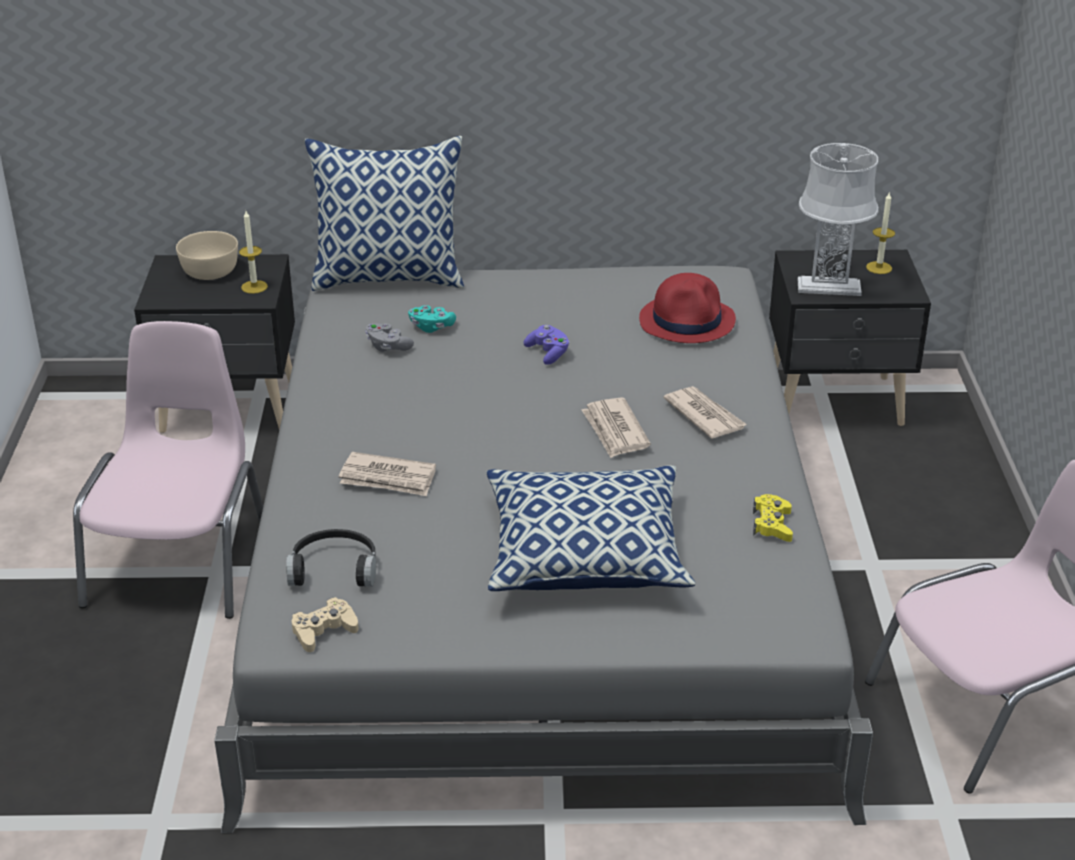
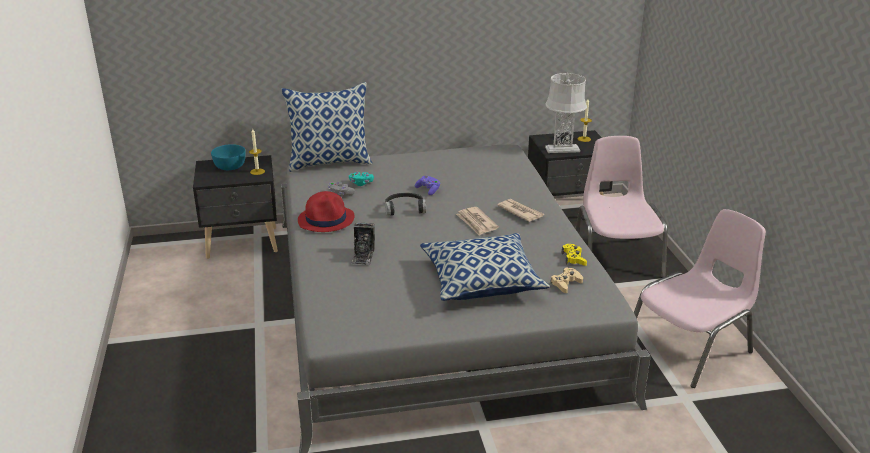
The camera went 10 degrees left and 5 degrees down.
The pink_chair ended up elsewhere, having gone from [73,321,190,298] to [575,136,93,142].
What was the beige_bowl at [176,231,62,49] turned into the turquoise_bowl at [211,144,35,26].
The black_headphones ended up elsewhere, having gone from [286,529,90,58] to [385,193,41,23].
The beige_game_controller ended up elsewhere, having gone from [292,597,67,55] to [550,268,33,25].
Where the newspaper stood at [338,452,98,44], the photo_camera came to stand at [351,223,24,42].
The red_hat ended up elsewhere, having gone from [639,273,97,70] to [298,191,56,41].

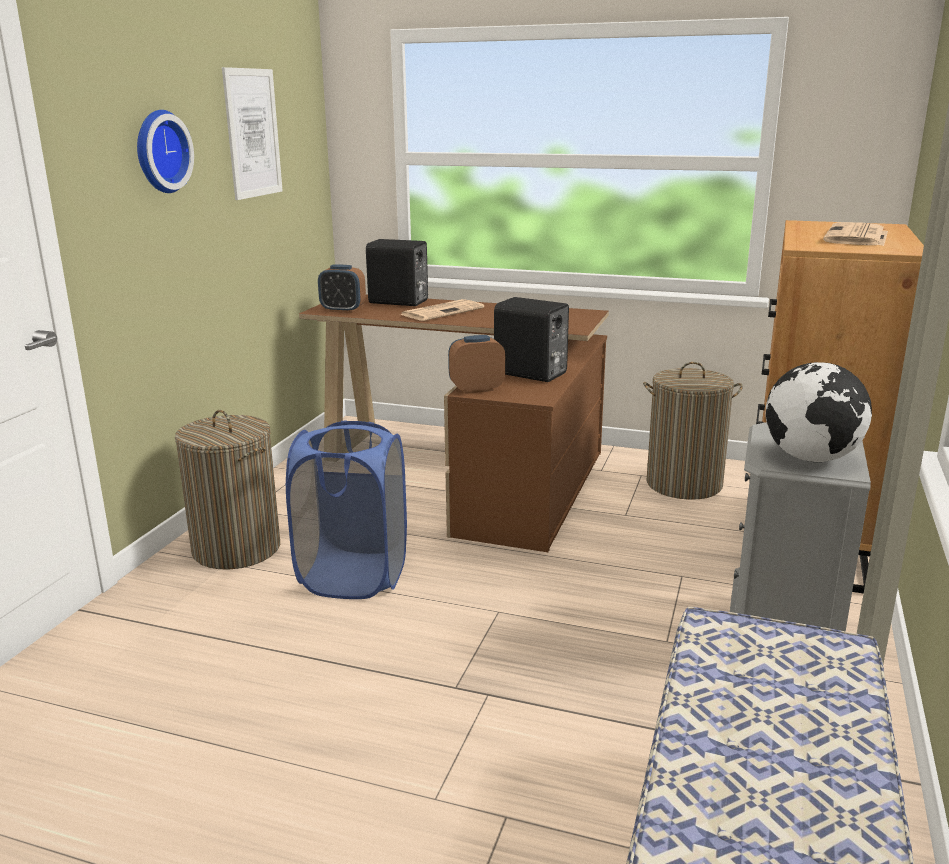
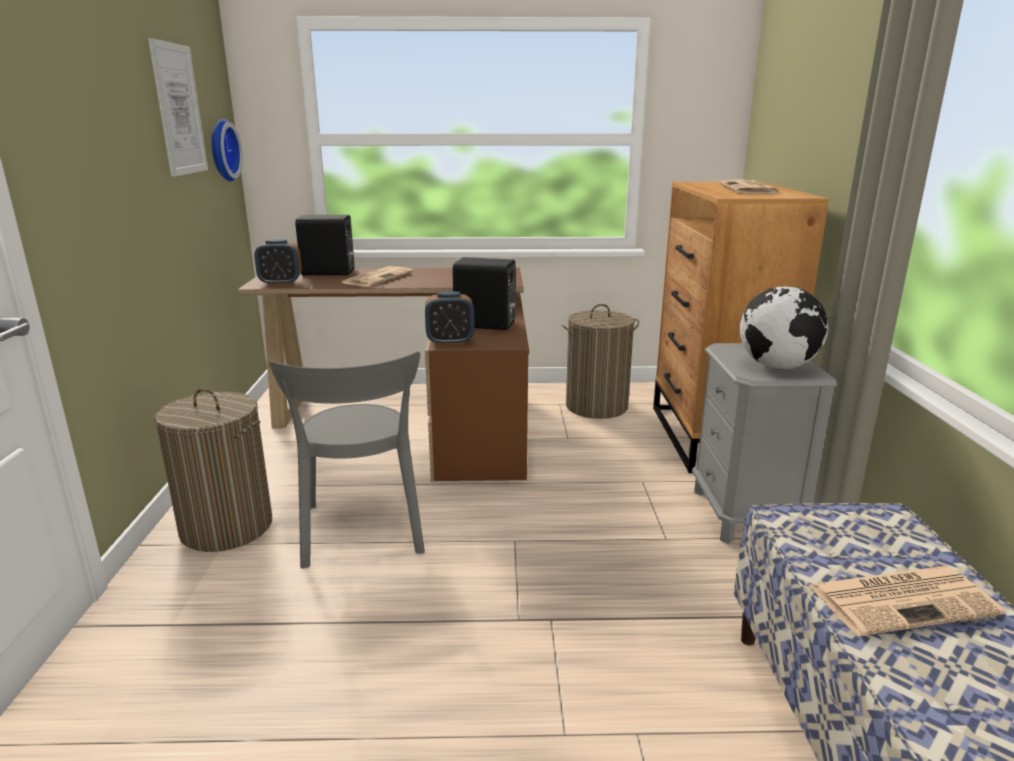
The camera went 20 degrees left and 0 degrees up.
The wall_clock ended up elsewhere, having gone from [137,110,57,83] to [212,119,31,62].
Where the blue_laundry_basket stood at [286,420,121,179], the grey_chair came to stand at [269,351,156,218].
The alarm_clock at [448,335,57,59] ended up facing another way, 150 degrees counterclockwise from before.
The second view gained the newspaper at [809,566,195,70].

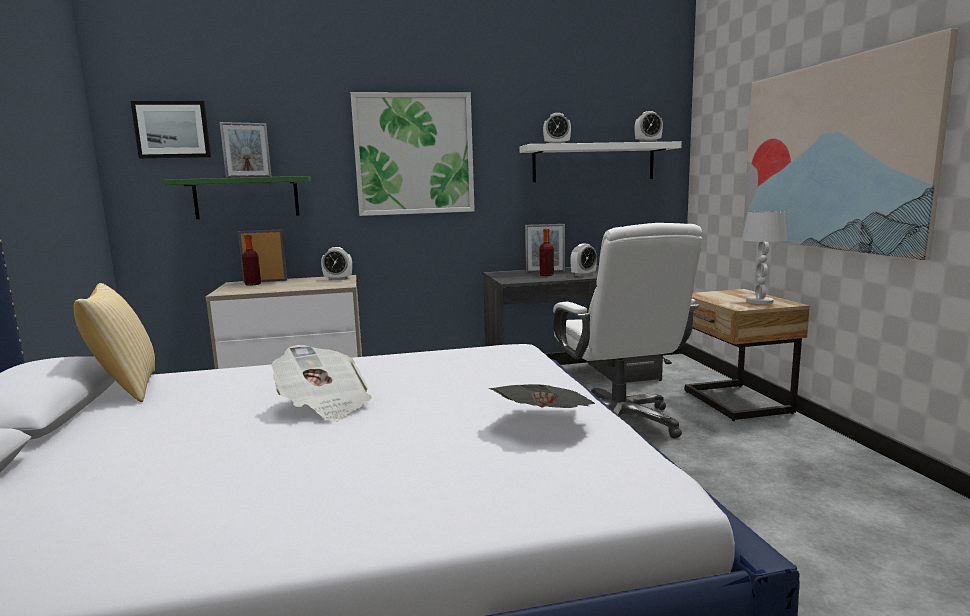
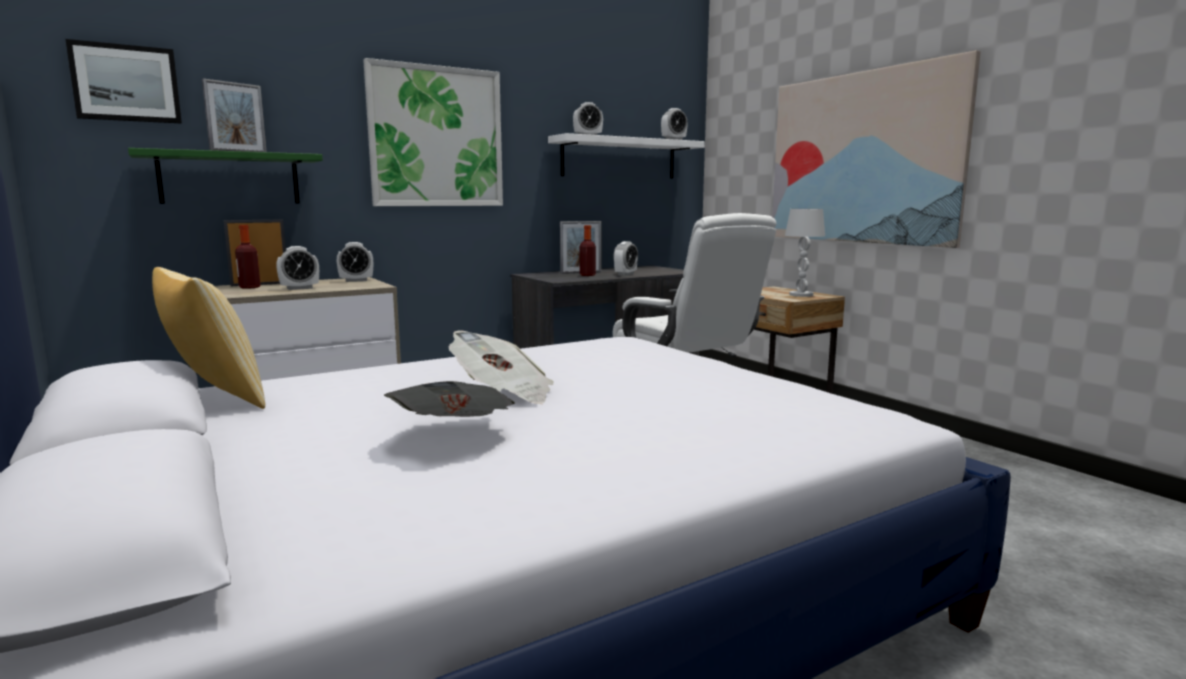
The camera went 20 degrees left and 0 degrees up.
The newspaper ended up elsewhere, having gone from [488,384,106,24] to [384,381,131,36].
The second view gained the alarm_clock at [276,246,43,44].

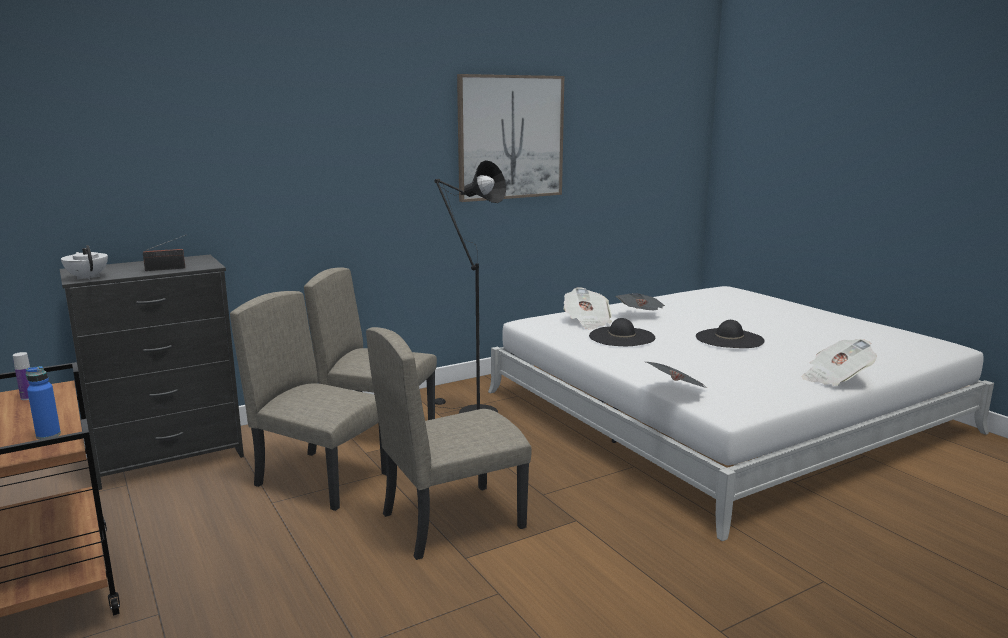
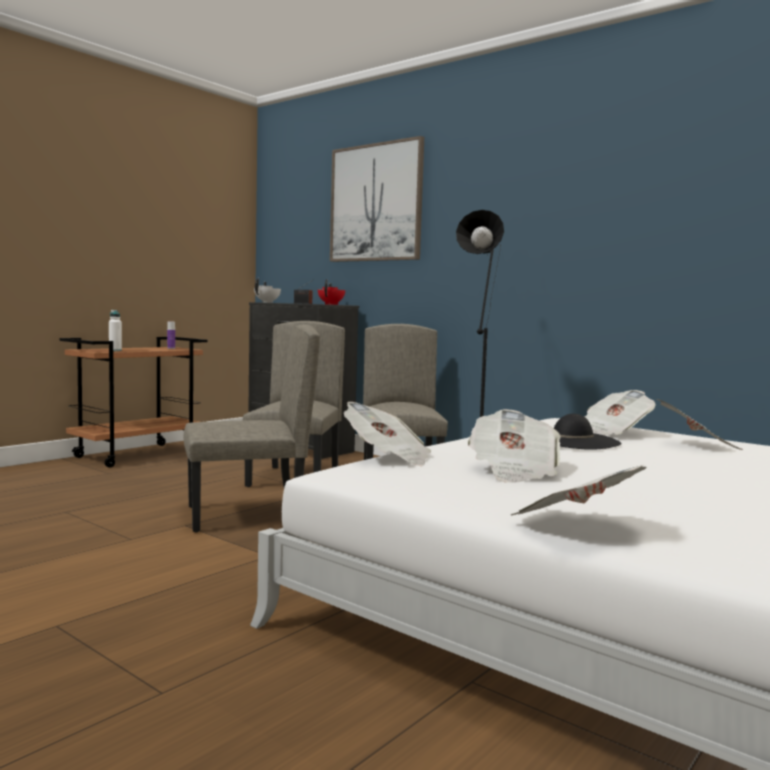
The camera went 70 degrees right and 10 degrees down.
What was the blue_bottle at [26,366,35,74] turned into the white_bottle at [109,310,13,41].
The beige_chair at [366,327,166,233] ended up facing another way, 120 degrees clockwise from before.
The picture ended up elsewhere, having gone from [457,74,107,128] to [330,136,94,126].
The second view lost the black_hat at [696,320,69,28].
The second view gained the red_teapot at [318,279,27,26].
The second view gained the newspaper at [468,409,93,74].

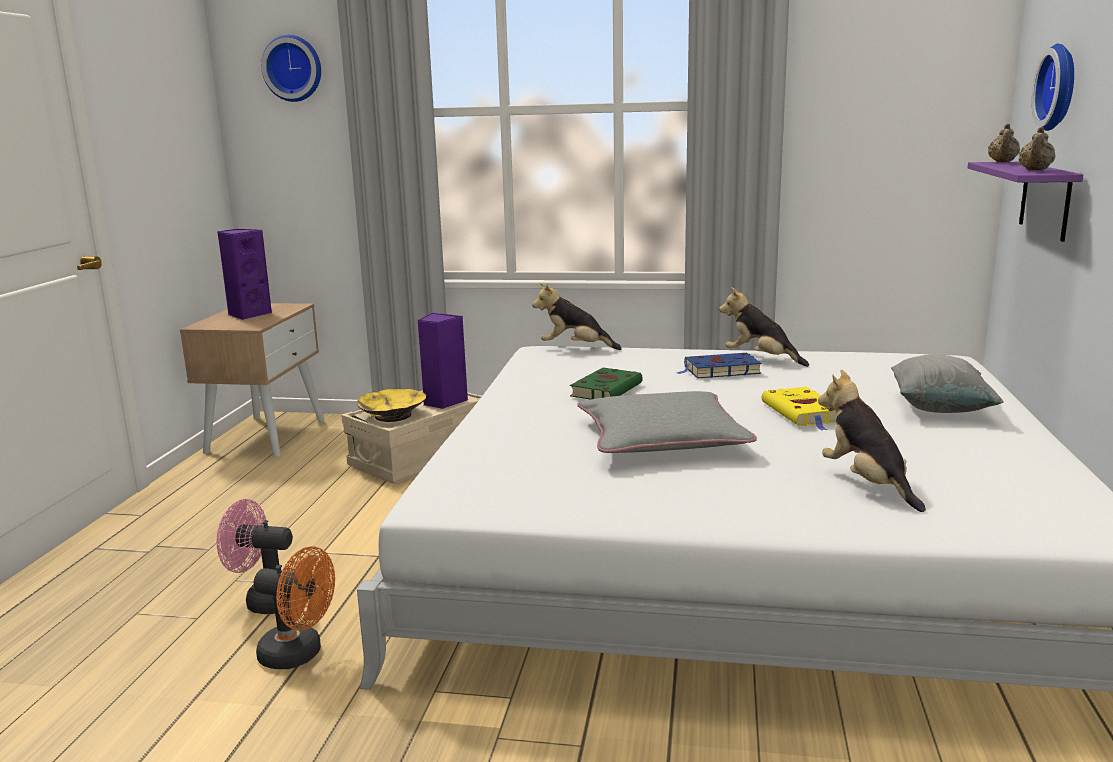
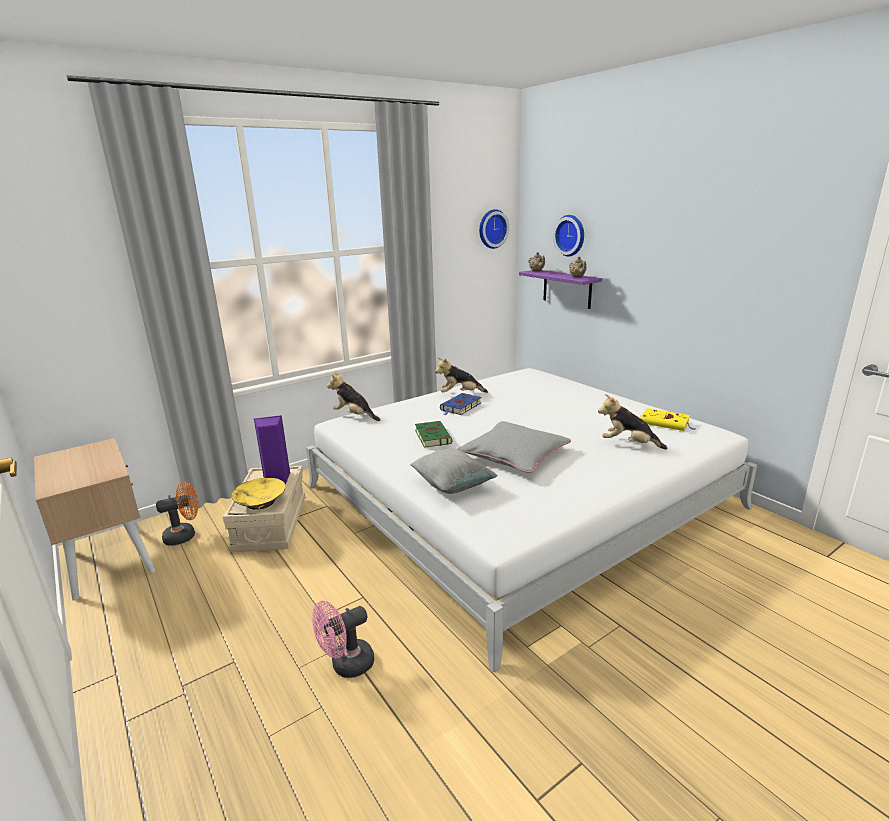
The camera went 45 degrees left and 5 degrees up.
The second view lost the purple_speaker at [217,229,55,91].
The orange_fan ended up elsewhere, having gone from [254,546,81,123] to [156,481,42,65].
The wall_clock ended up elsewhere, having gone from [261,35,60,67] to [479,209,30,40].
The plush_toy at [532,283,90,67] ended up facing another way, 60 degrees clockwise from before.
The yellow_book ended up elsewhere, having gone from [762,387,75,44] to [641,408,54,23].
The grey_pillow ended up elsewhere, having gone from [891,354,113,59] to [410,449,88,45].

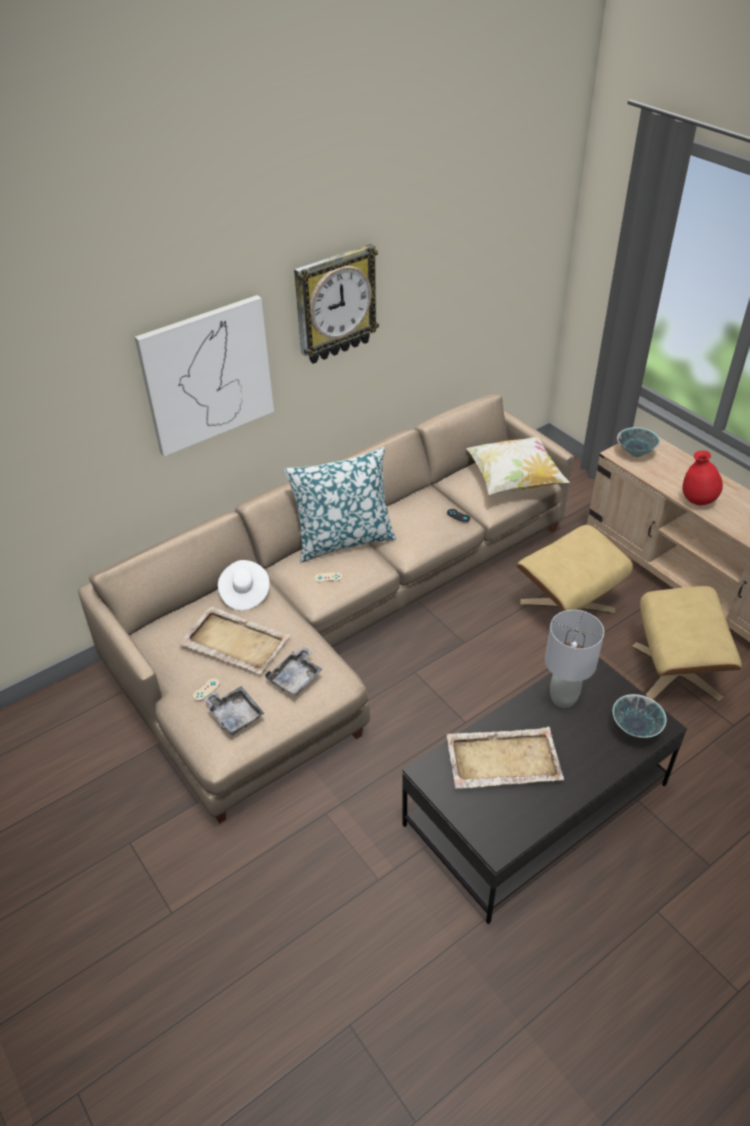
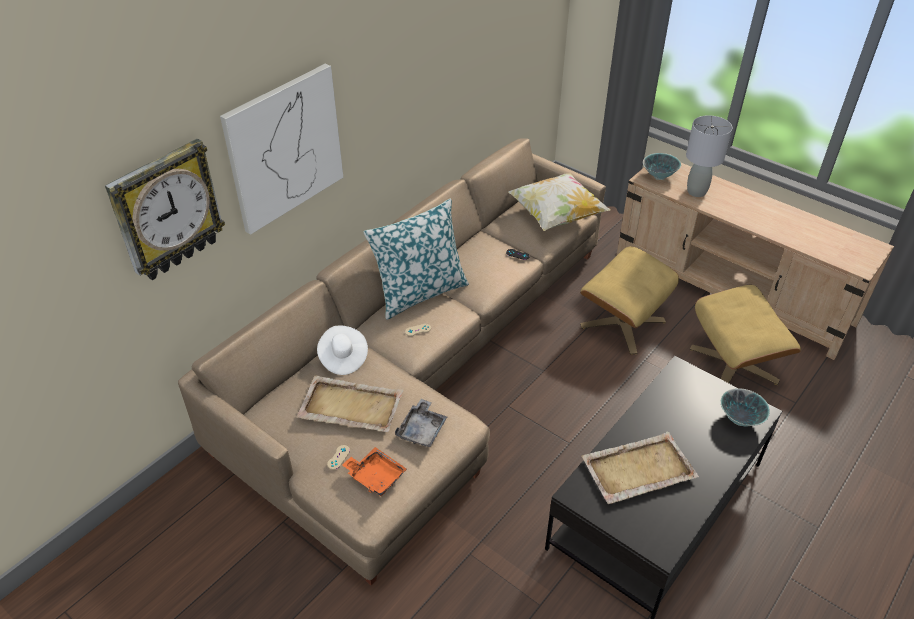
The camera went 15 degrees left and 0 degrees up.
What was the grey_tray at [204,686,61,49] turned into the orange_tray at [342,447,65,49].
The wall_clock ended up elsewhere, having gone from [294,244,85,120] to [105,139,120,141].
The grey_table_lamp ended up elsewhere, having gone from [545,610,59,98] to [686,115,46,82].
The second view lost the red_vase at [682,450,41,55].

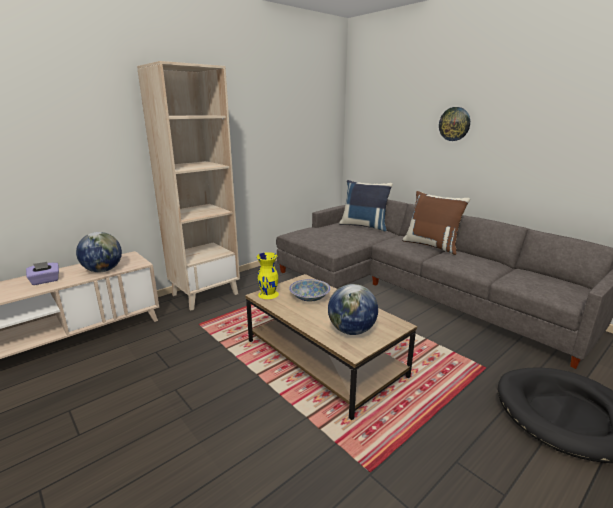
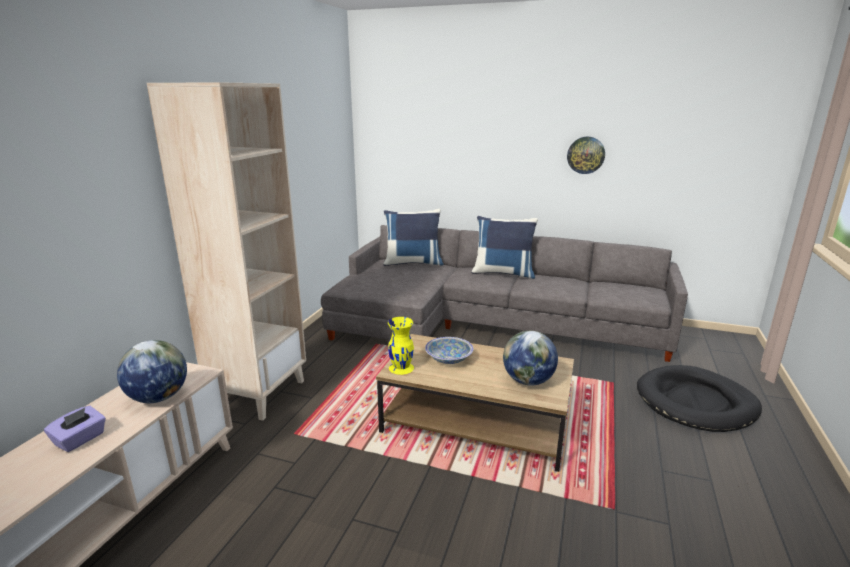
The camera went 30 degrees left and 0 degrees up.
What was the brown_pillow at [402,191,68,64] turned into the blue_pillow at [471,216,67,63].
The wall_clock ended up elsewhere, having gone from [439,107,31,34] to [567,137,38,37].

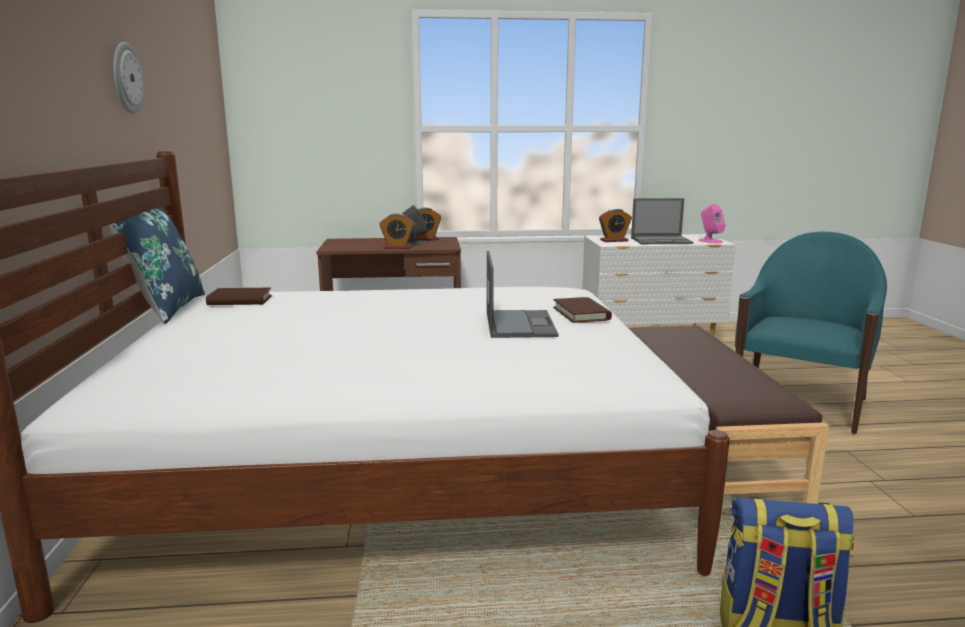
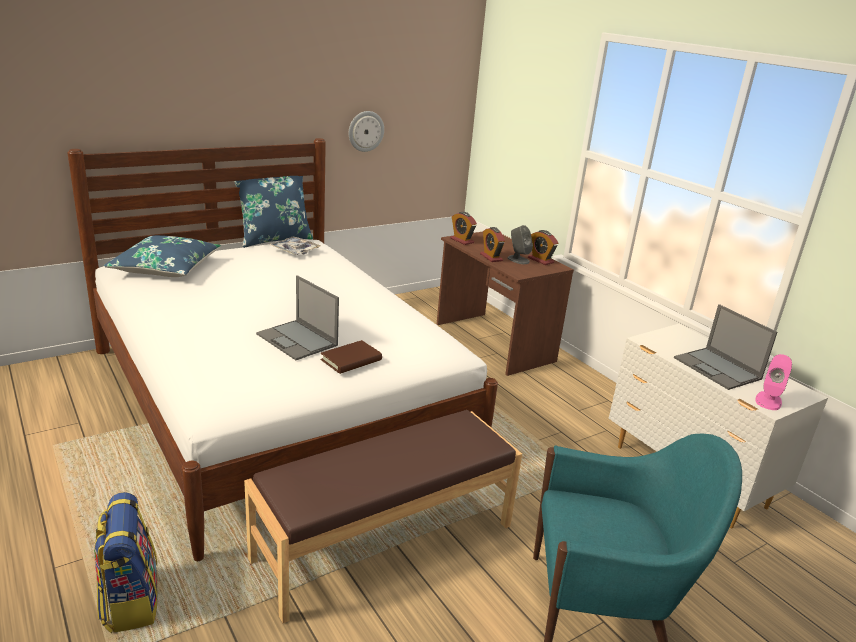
The camera went 60 degrees right and 10 degrees up.
The wall_clock ended up elsewhere, having gone from [113,42,31,72] to [349,111,35,41].
Where the brown_book stood at [206,288,66,17], the tray came to stand at [269,236,51,19].
The laptop at [487,251,72,87] ended up facing another way, 75 degrees clockwise from before.
The alarm_clock ended up elsewhere, having gone from [599,209,33,33] to [450,212,27,33].
The second view gained the blue_pillow at [104,235,117,42].

